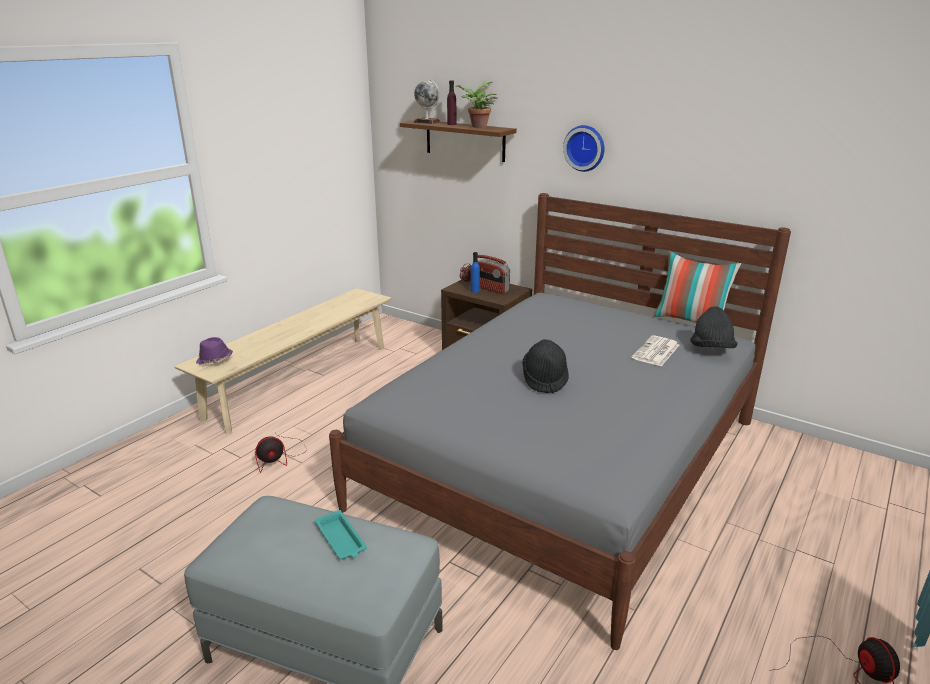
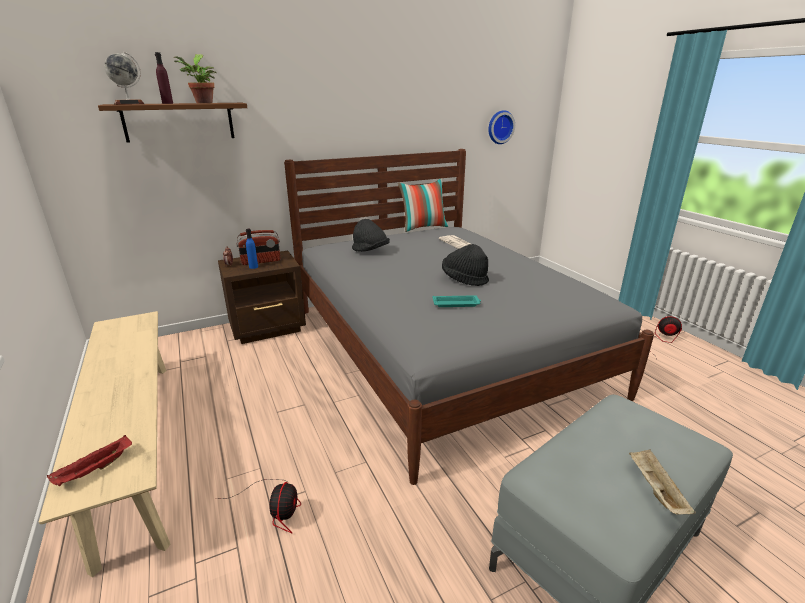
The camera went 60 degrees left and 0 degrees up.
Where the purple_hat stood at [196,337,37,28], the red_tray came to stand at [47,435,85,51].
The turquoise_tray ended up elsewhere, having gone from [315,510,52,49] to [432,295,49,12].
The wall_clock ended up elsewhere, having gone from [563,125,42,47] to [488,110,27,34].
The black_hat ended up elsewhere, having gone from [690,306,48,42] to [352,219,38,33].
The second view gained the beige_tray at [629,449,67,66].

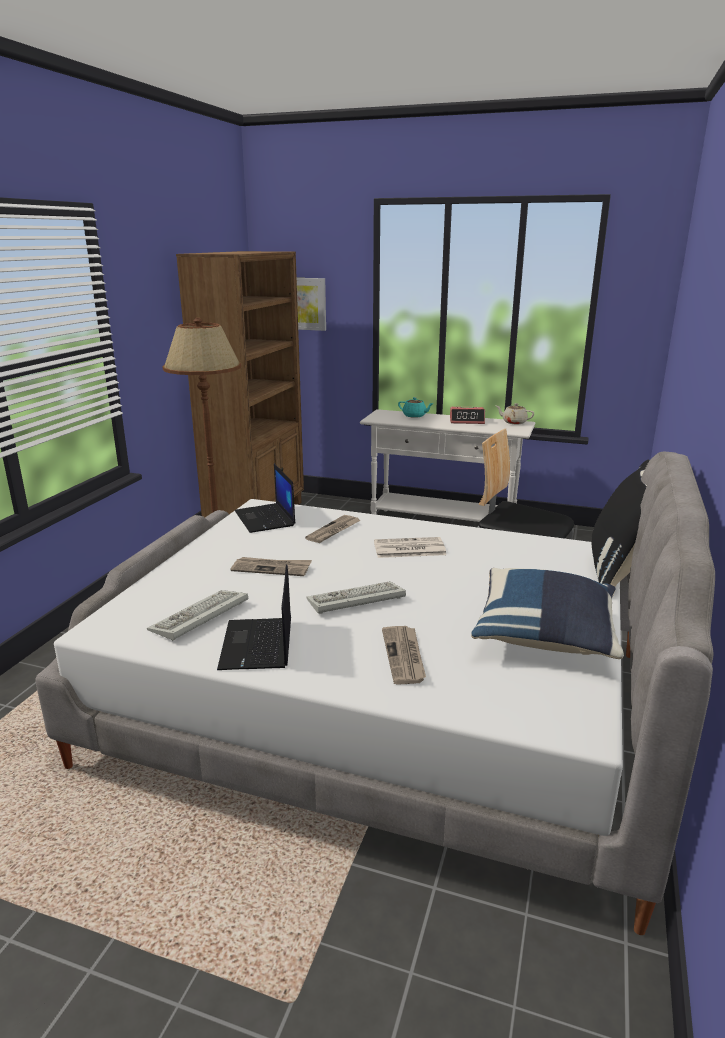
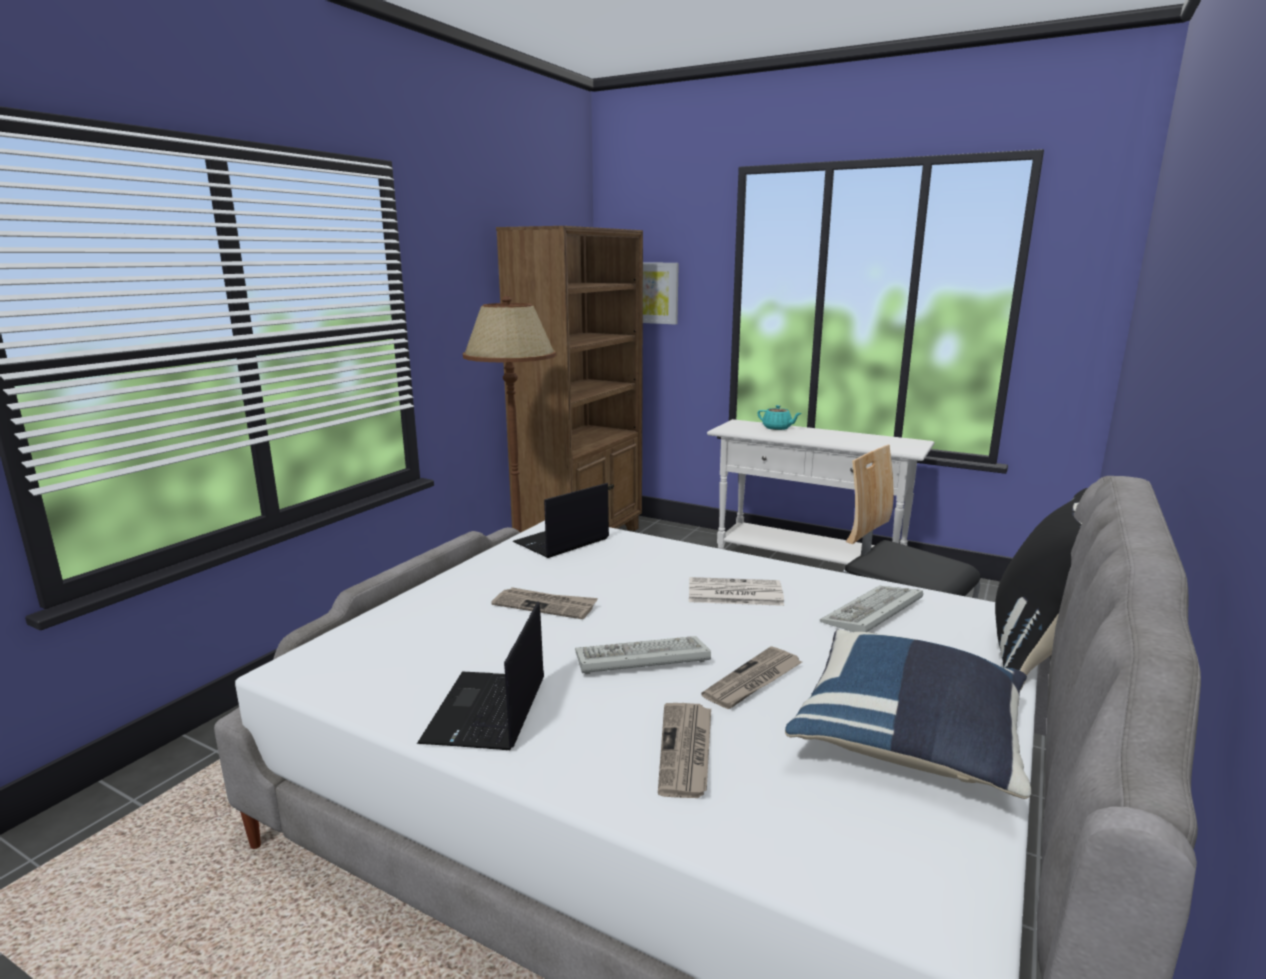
The camera went 10 degrees right and 5 degrees down.
The keyboard ended up elsewhere, having gone from [147,590,101,51] to [820,586,103,46].
The laptop at [235,464,60,69] ended up facing another way, 60 degrees clockwise from before.
The newspaper ended up elsewhere, having gone from [305,515,56,28] to [701,646,101,63].
The second view lost the alarm_clock at [450,407,35,17].
The second view lost the beige_teapot at [496,403,38,21].

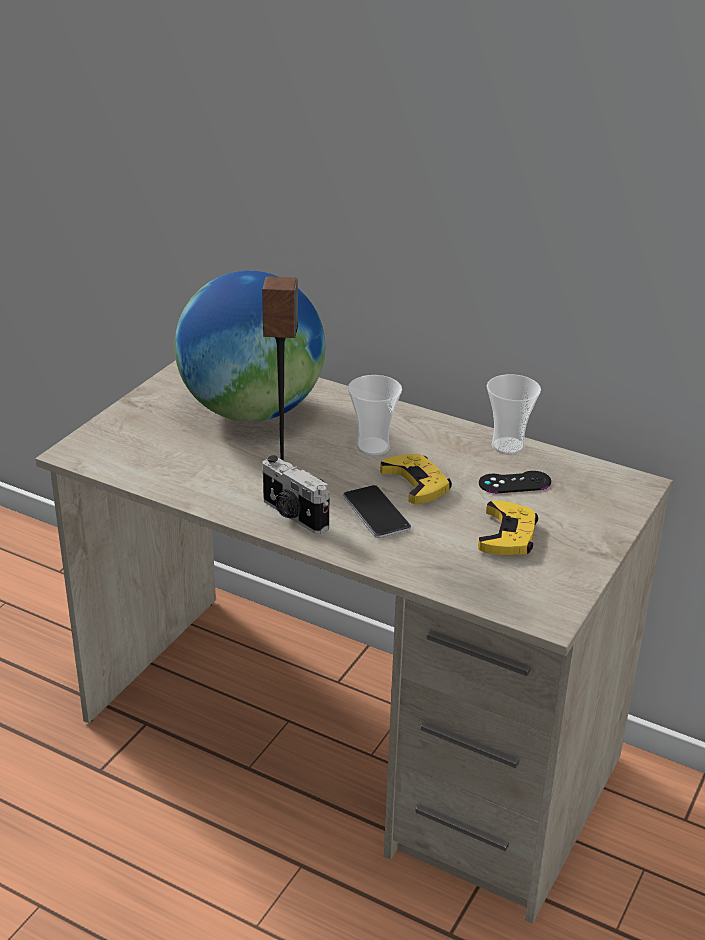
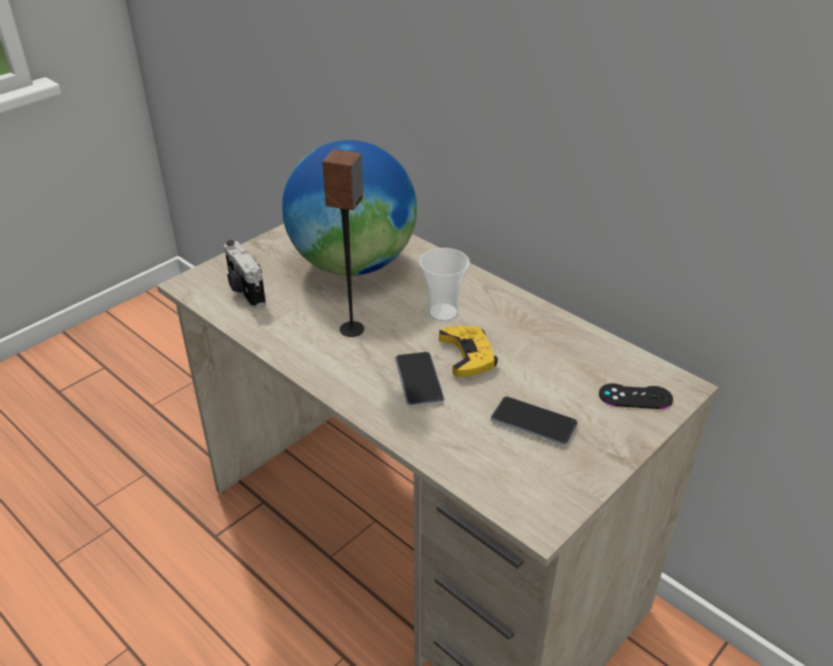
The camera went 15 degrees right and 5 degrees up.
The photo_camera ended up elsewhere, having gone from [262,455,67,79] to [224,240,42,68].
Where the yellow_game_controller stood at [478,501,60,54], the phone came to stand at [491,396,87,50].
The black_game_controller ended up elsewhere, having gone from [479,471,72,22] to [599,383,74,26].
The second view lost the cup at [487,374,54,81].

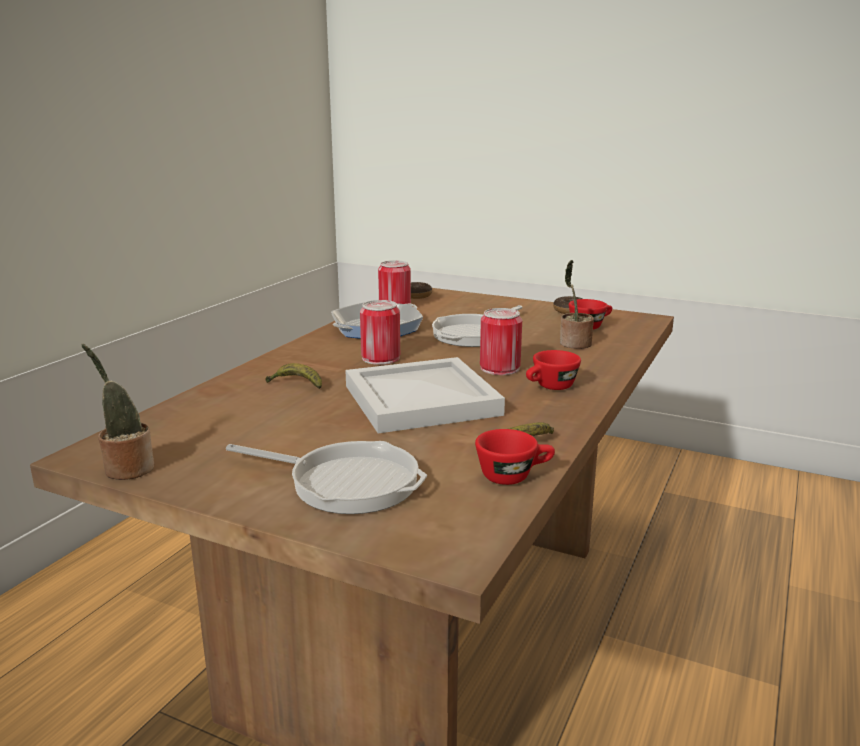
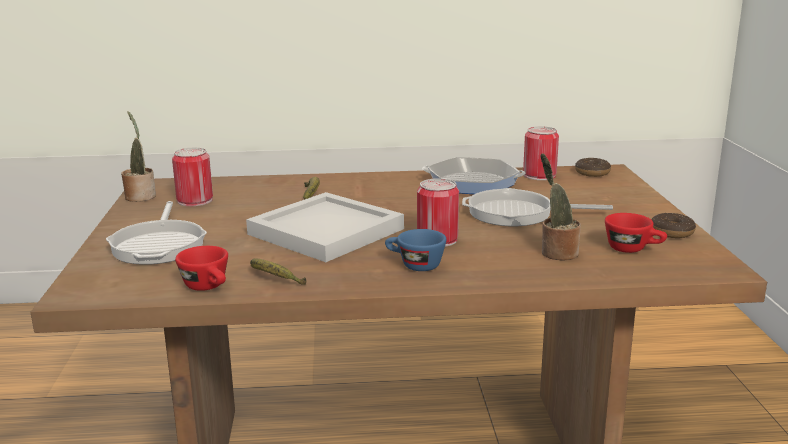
The camera went 60 degrees right and 0 degrees up.
The can ended up elsewhere, having gone from [360,300,40,65] to [172,147,41,59].
What was the red_cup at [526,350,55,40] turned into the blue_cup at [385,229,61,42].

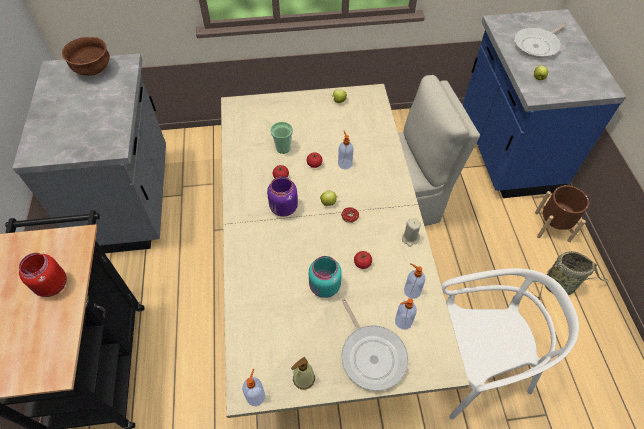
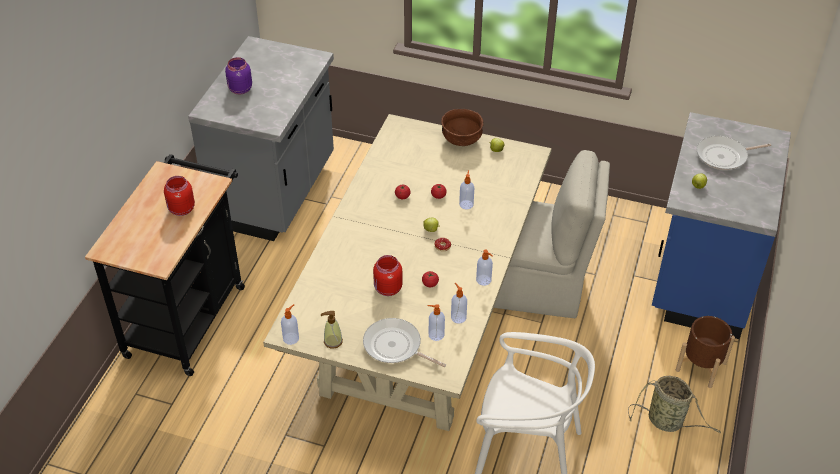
The camera went 25 degrees right and 10 degrees down.
The brown_bowl ended up elsewhere, having gone from [62,37,48,39] to [441,109,42,37].
The purple_jar ended up elsewhere, having gone from [267,176,31,41] to [225,57,27,37].
The second view lost the cup at [270,122,23,32].
What was the turquoise_jar at [309,256,33,42] turned into the red_jar at [373,255,30,41].
The frying_pan at [341,298,67,93] ended up facing another way, 120 degrees clockwise from before.
Where the beige_candle stood at [402,218,19,29], the soap_dispenser came to stand at [476,250,17,36].

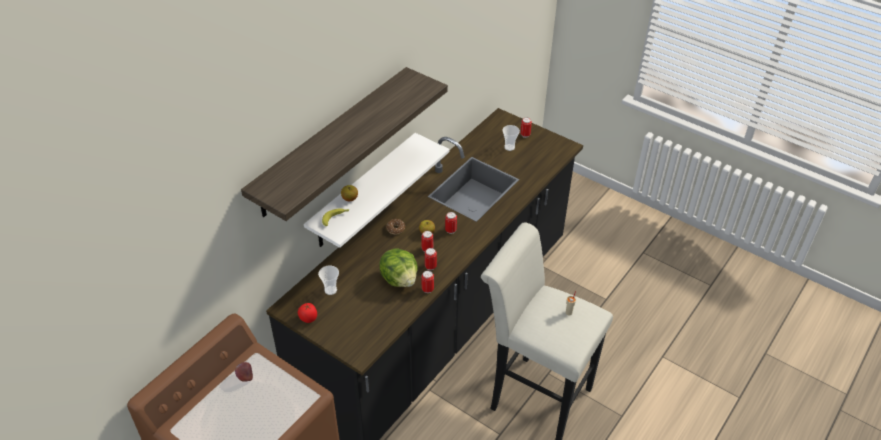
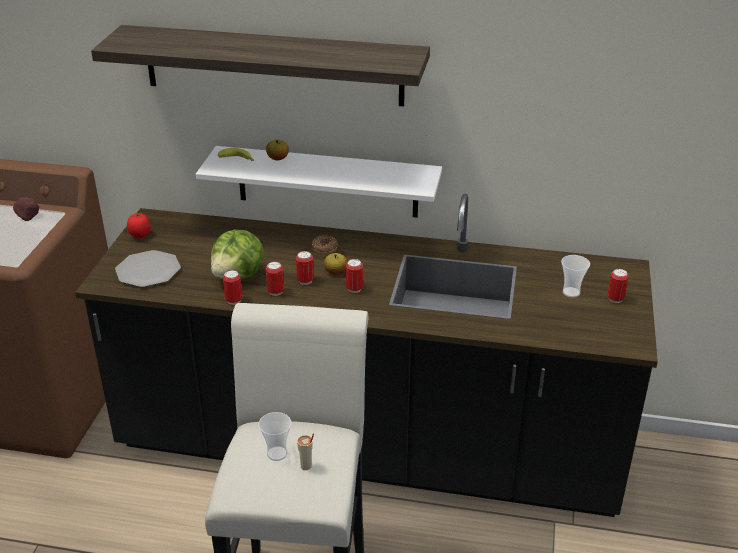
The camera went 65 degrees right and 10 degrees down.
The cup ended up elsewhere, having gone from [318,266,21,29] to [258,412,34,49].
The second view gained the plate at [115,250,66,37].

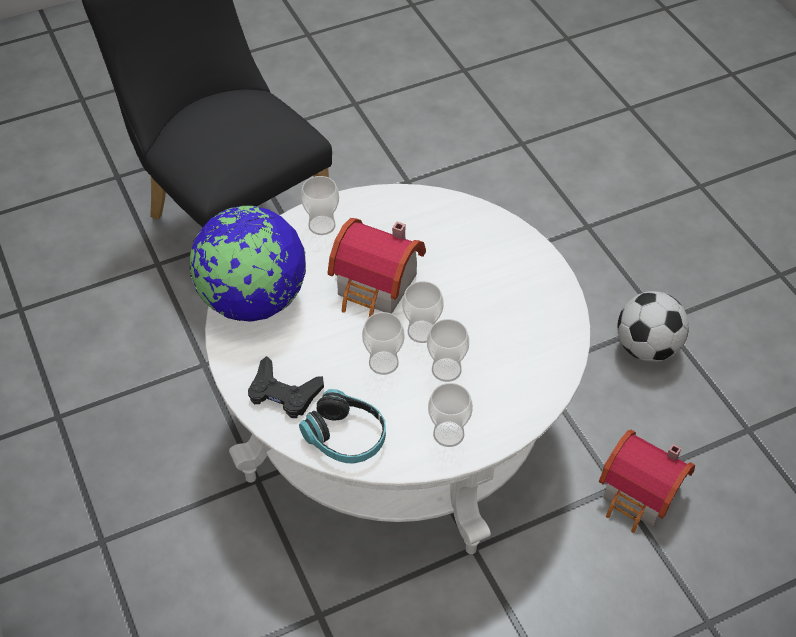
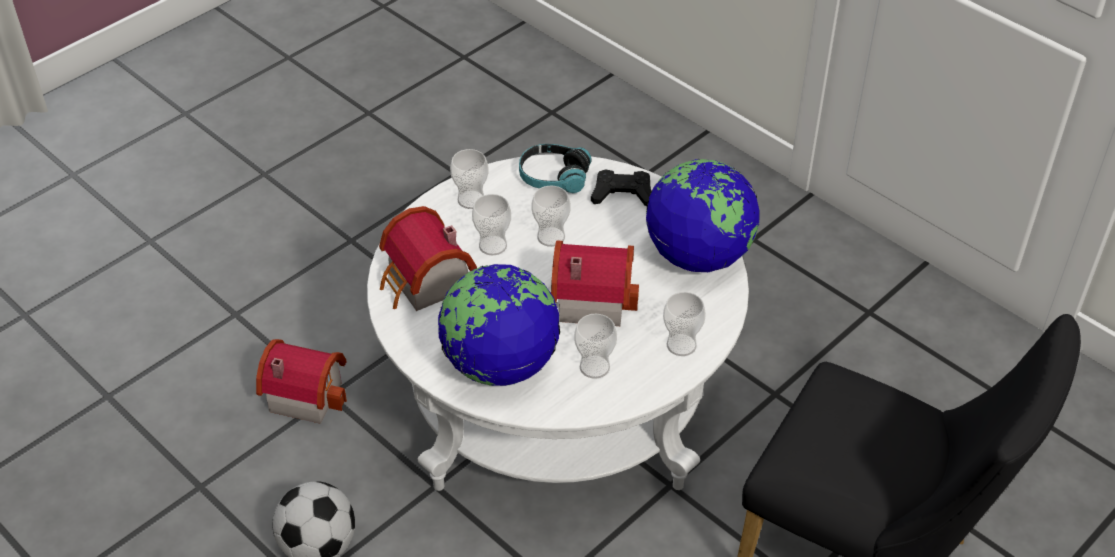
The camera went 160 degrees right and 5 degrees down.
The cup ended up elsewhere, having gone from [402,281,42,62] to [574,314,43,65].
The second view gained the toy_house at [379,206,98,105].
The second view gained the globe at [438,264,122,122].

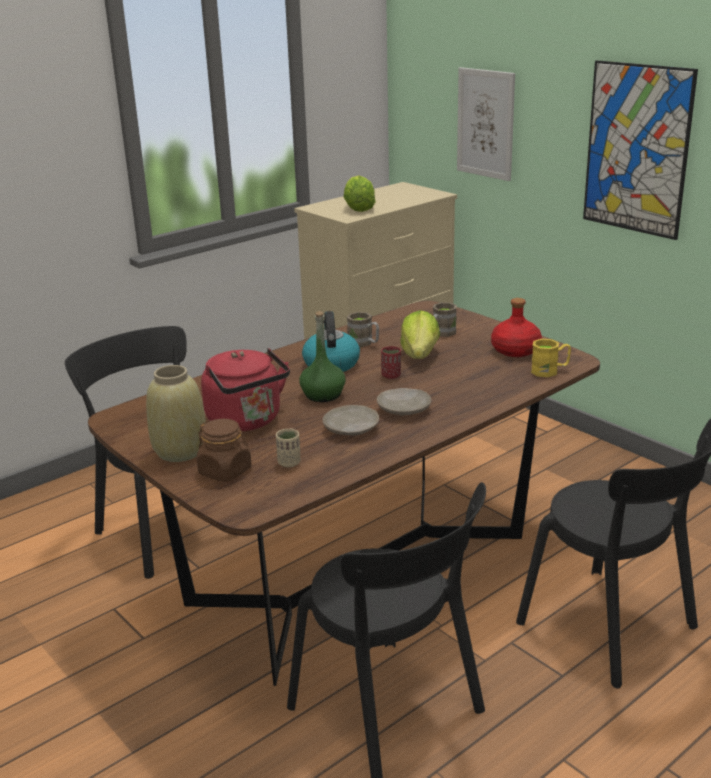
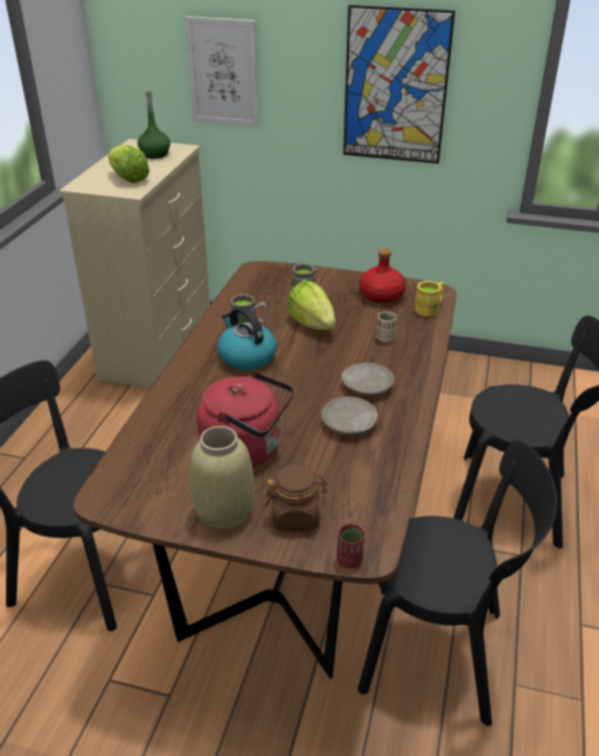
The camera went 35 degrees left and 10 degrees up.
The beige_cup ended up elsewhere, having gone from [276,429,25,38] to [376,311,21,31].
The green_bottle ended up elsewhere, having gone from [299,311,47,91] to [137,90,33,69].
The red_cup ended up elsewhere, having gone from [381,346,20,33] to [337,524,28,44].

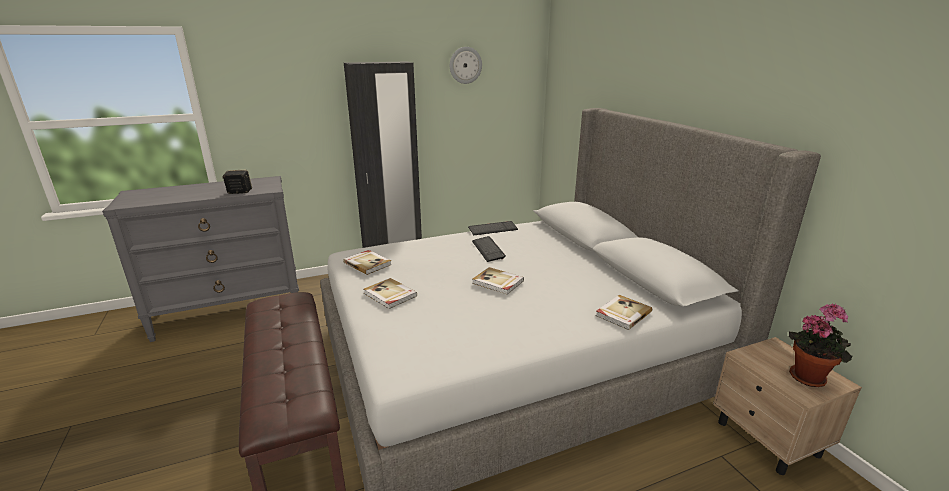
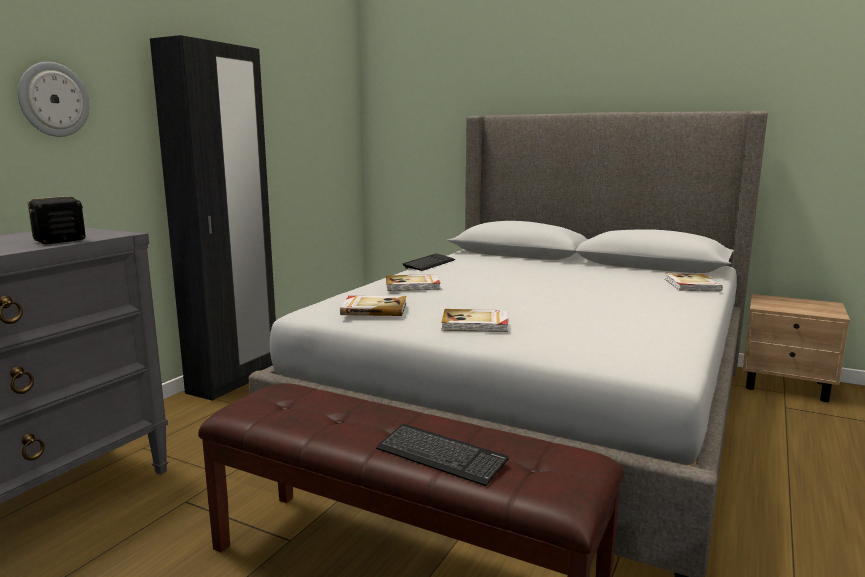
The camera went 40 degrees left and 10 degrees down.
The wall_clock ended up elsewhere, having gone from [450,47,32,37] to [18,62,72,75].
The keyboard ended up elsewhere, having gone from [472,236,34,26] to [376,424,133,62].
The book ended up elsewhere, having gone from [472,267,52,28] to [386,274,55,17].
The second view lost the potted_plant at [789,304,63,83].

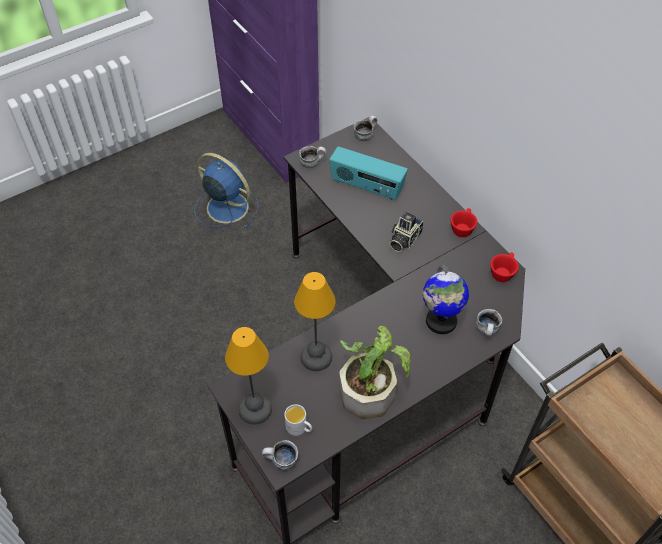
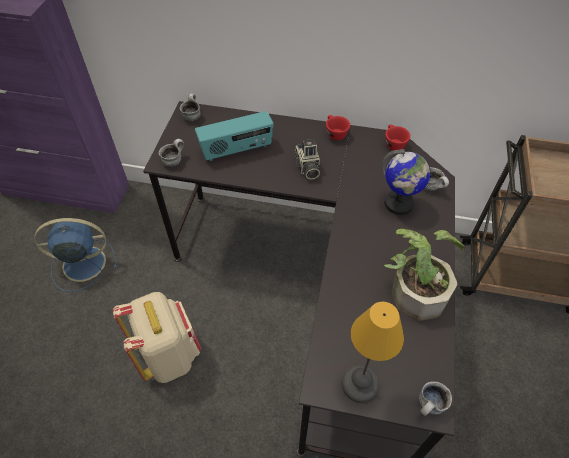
The camera went 45 degrees left and 0 degrees up.
The second view lost the white_mug at [284,404,28,32].
The second view lost the table_lamp at [294,272,42,99].
The second view gained the beige_backpack at [113,292,88,91].

